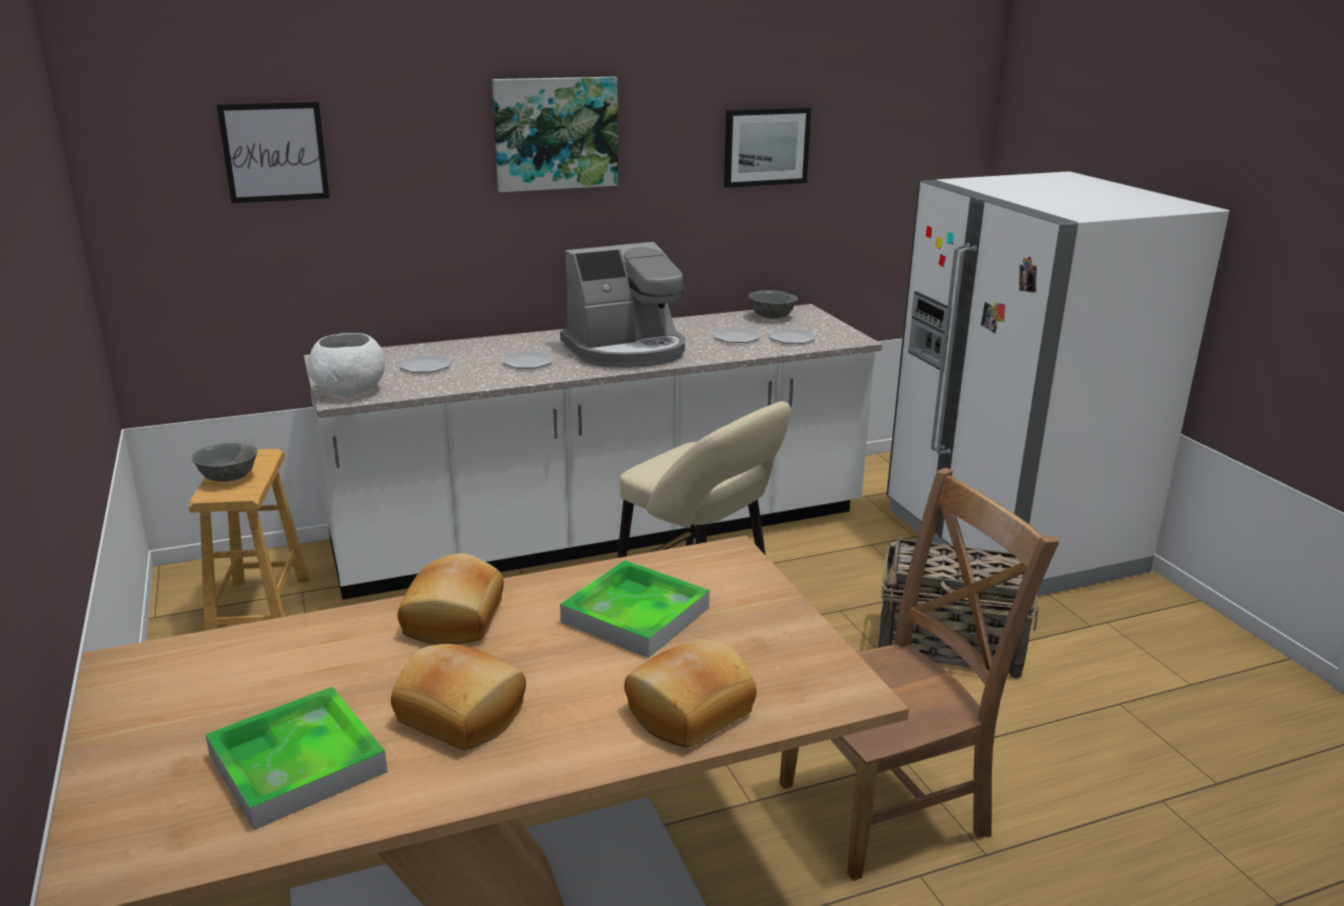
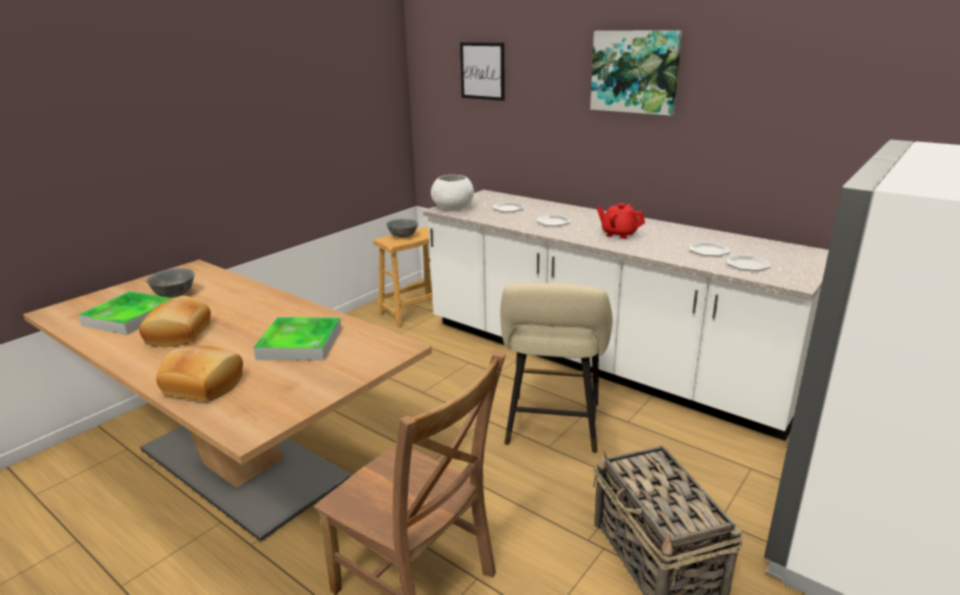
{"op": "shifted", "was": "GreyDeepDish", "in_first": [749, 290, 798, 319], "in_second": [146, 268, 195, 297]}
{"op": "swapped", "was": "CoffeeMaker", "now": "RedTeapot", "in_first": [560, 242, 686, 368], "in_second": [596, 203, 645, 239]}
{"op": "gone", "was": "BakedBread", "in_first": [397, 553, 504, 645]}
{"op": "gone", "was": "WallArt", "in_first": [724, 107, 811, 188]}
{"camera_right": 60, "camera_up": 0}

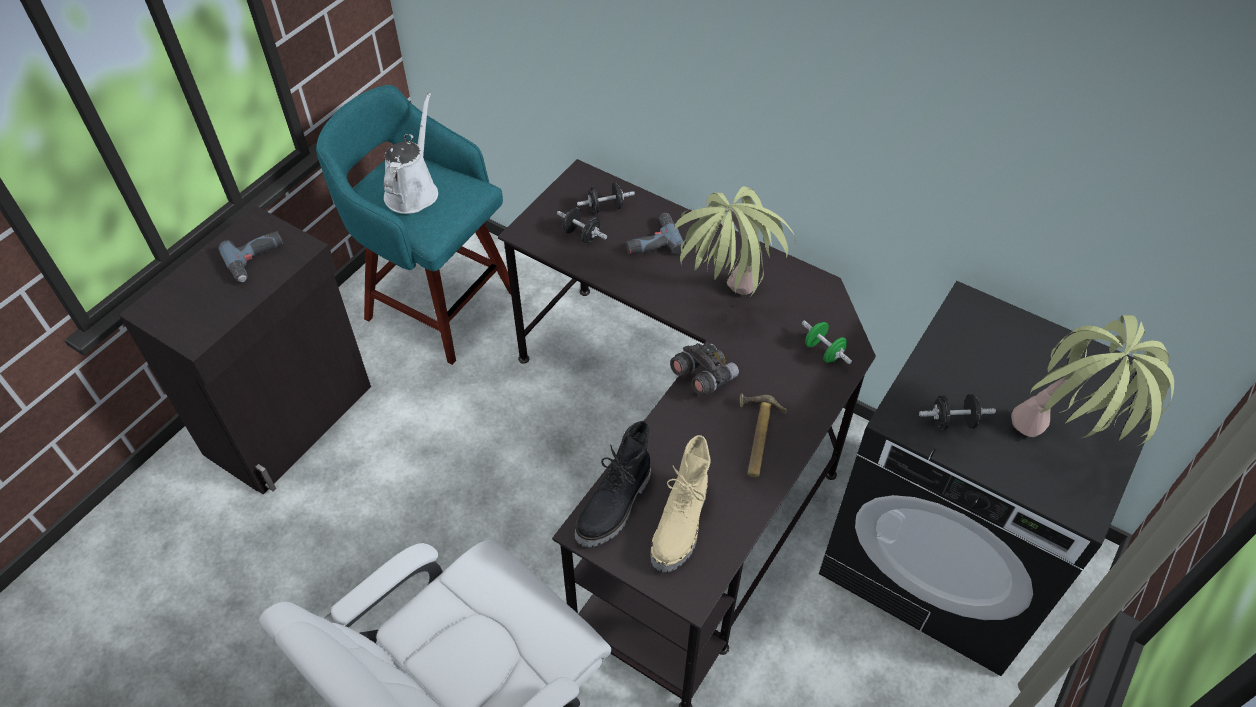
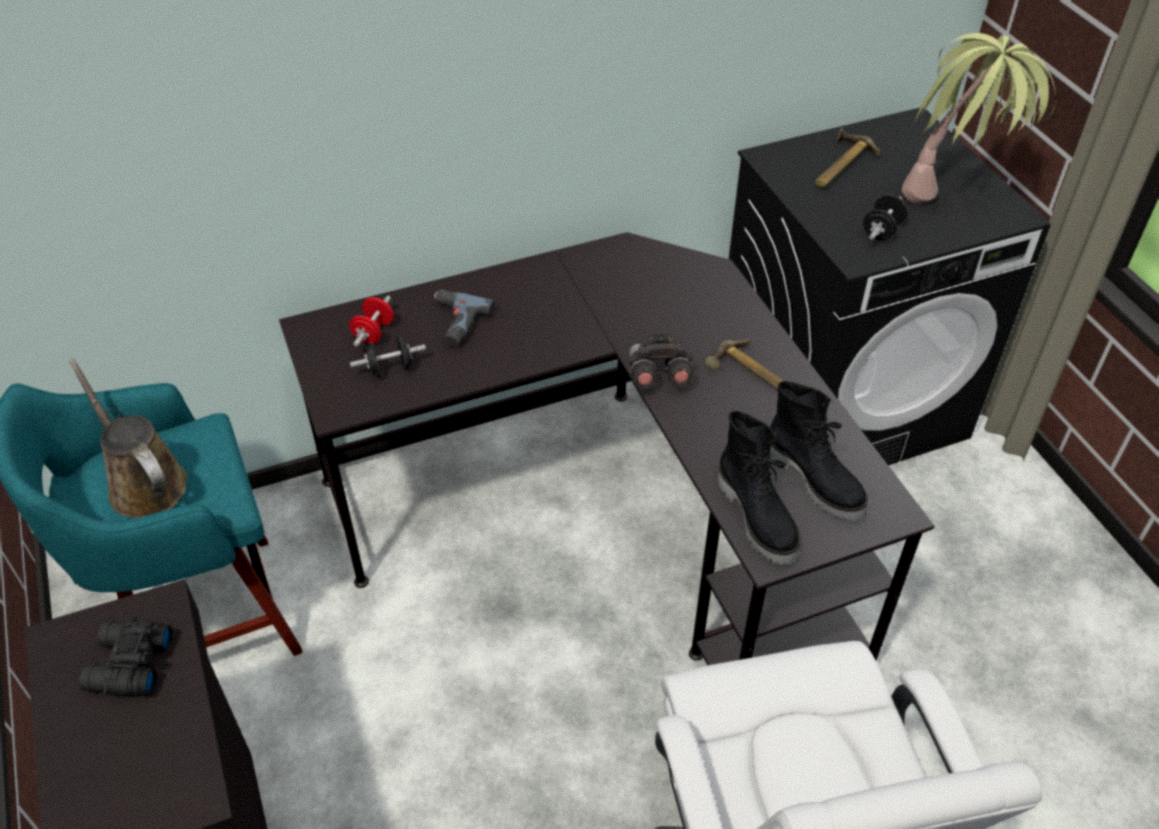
{"op": "repainted", "was": "WhitishWateringPot", "now": "BrownWateringPot", "in_first": [384, 93, 438, 214], "in_second": [69, 358, 187, 519]}
{"op": "swapped", "was": "ElectricDrill", "now": "BlackColouredBinoculars", "in_first": [218, 231, 283, 282], "in_second": [79, 617, 173, 696]}
{"op": "repainted", "was": "BlackColouredDumbbell", "now": "RedDumbbell", "in_first": [577, 183, 635, 214], "in_second": [349, 296, 394, 347]}
{"op": "repainted", "was": "BeigeColouredTallBoot", "now": "BlackColouredTallBoot", "in_first": [650, 435, 710, 572], "in_second": [770, 381, 868, 521]}
{"op": "new", "now": "HandHammer", "in_second": [815, 128, 880, 187]}
{"op": "gone", "was": "PottedPlant", "in_first": [674, 186, 795, 296]}
{"op": "gone", "was": "GreenDumbbell", "in_first": [802, 321, 852, 364]}
{"camera_right": -55, "camera_up": -5}

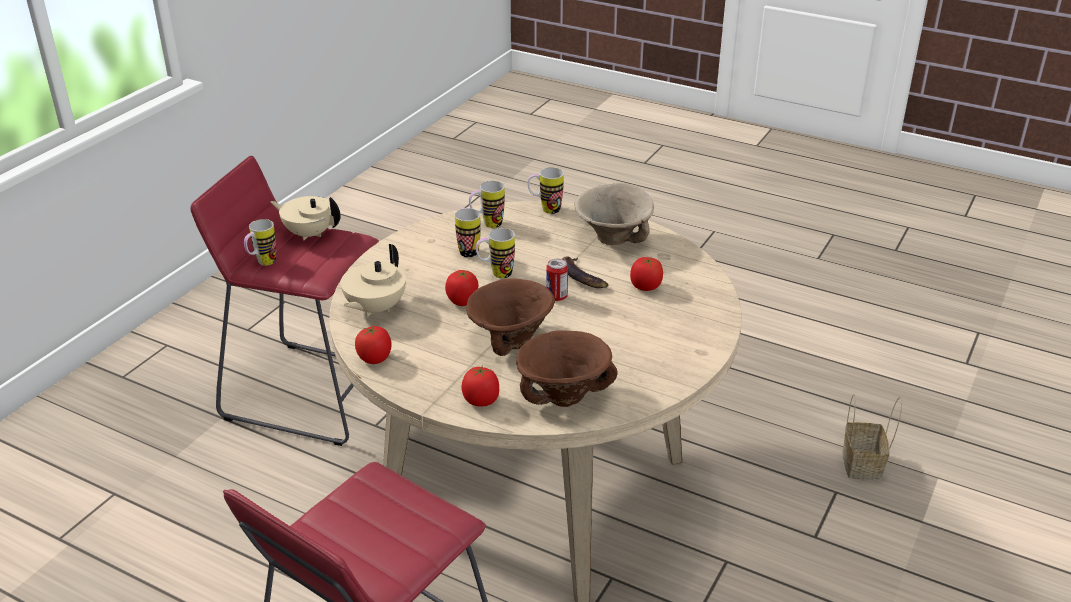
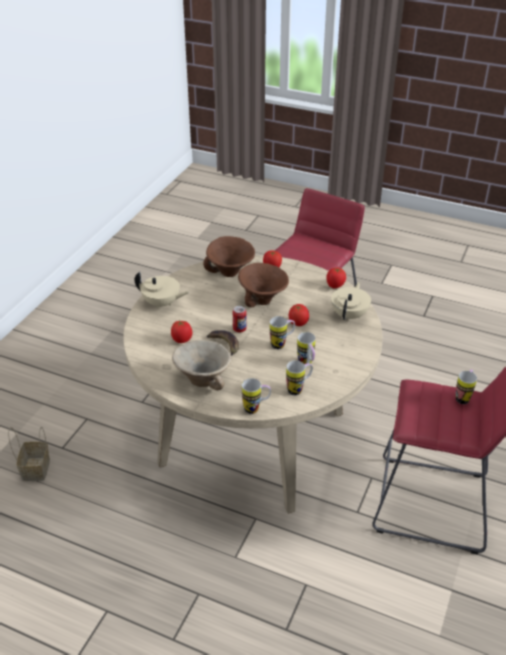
{"op": "shifted", "was": "BeigeColouredTeapot", "in_first": [270, 196, 341, 240], "in_second": [135, 272, 189, 309]}
{"camera_right": 175, "camera_up": 5}

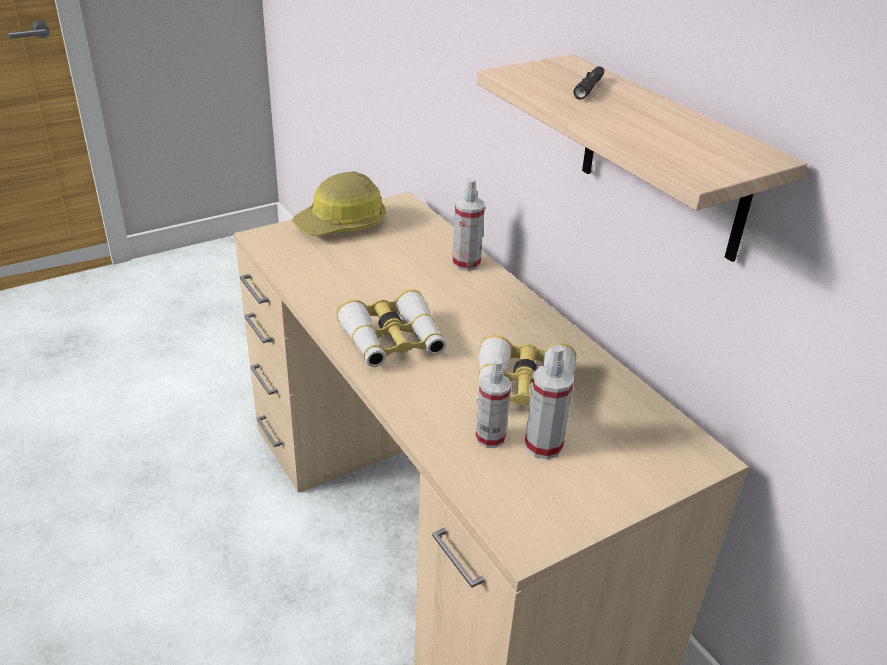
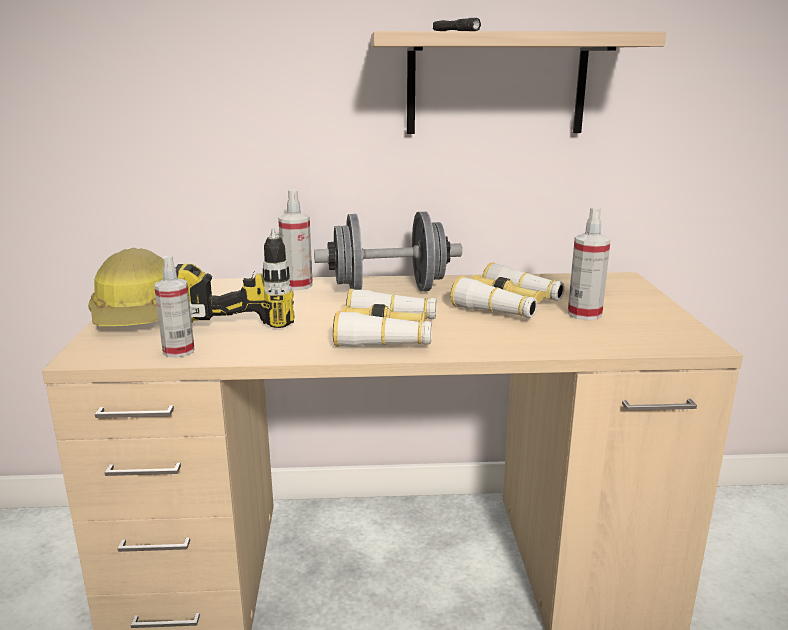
{"op": "shifted", "was": "SprayBottle", "in_first": [475, 358, 511, 448], "in_second": [154, 255, 195, 358]}
{"op": "new", "now": "ElectricDrill", "in_second": [175, 228, 294, 328]}
{"op": "new", "now": "GreyDumbbell", "in_second": [314, 212, 462, 291]}
{"camera_right": -60, "camera_up": -15}

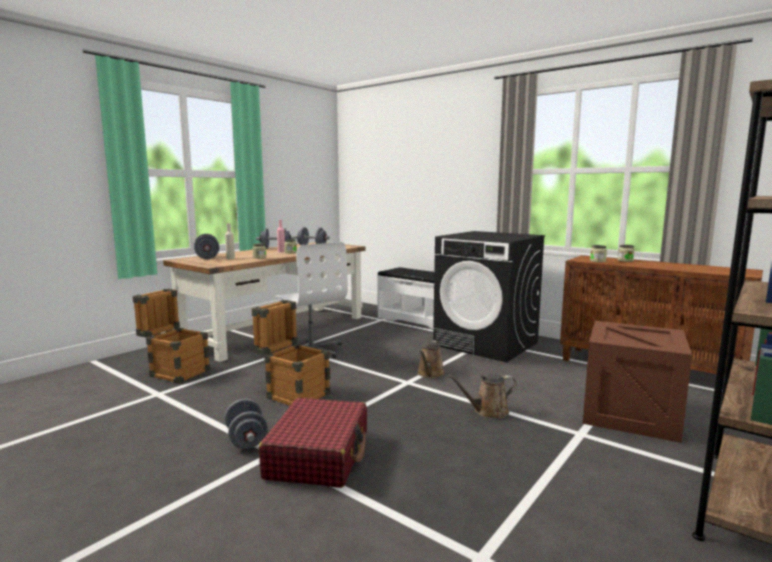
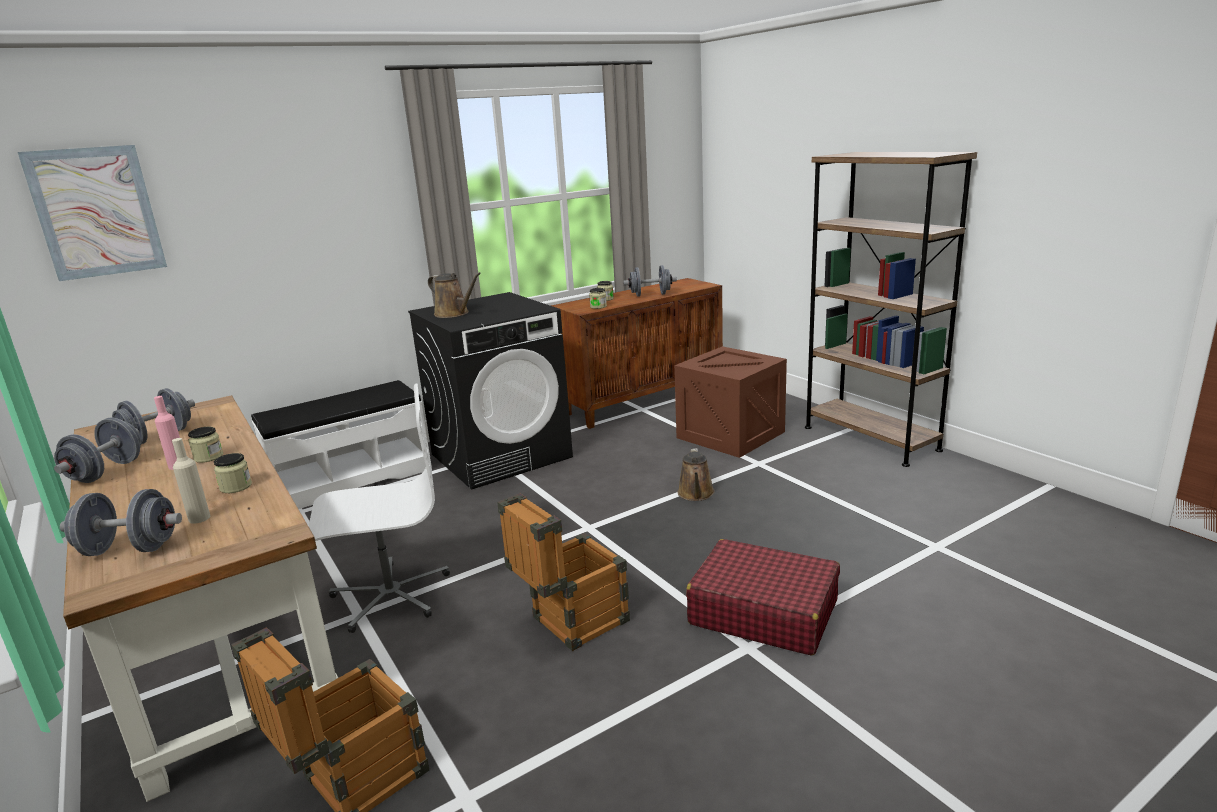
{"op": "new", "now": "WallArt", "in_second": [18, 145, 167, 281]}
{"op": "shifted", "was": "BrownWateringPot", "in_first": [417, 340, 445, 378], "in_second": [428, 272, 481, 318]}
{"op": "shifted", "was": "GreyDumbbell", "in_first": [225, 399, 268, 449], "in_second": [623, 265, 677, 297]}
{"camera_right": -70, "camera_up": 10}

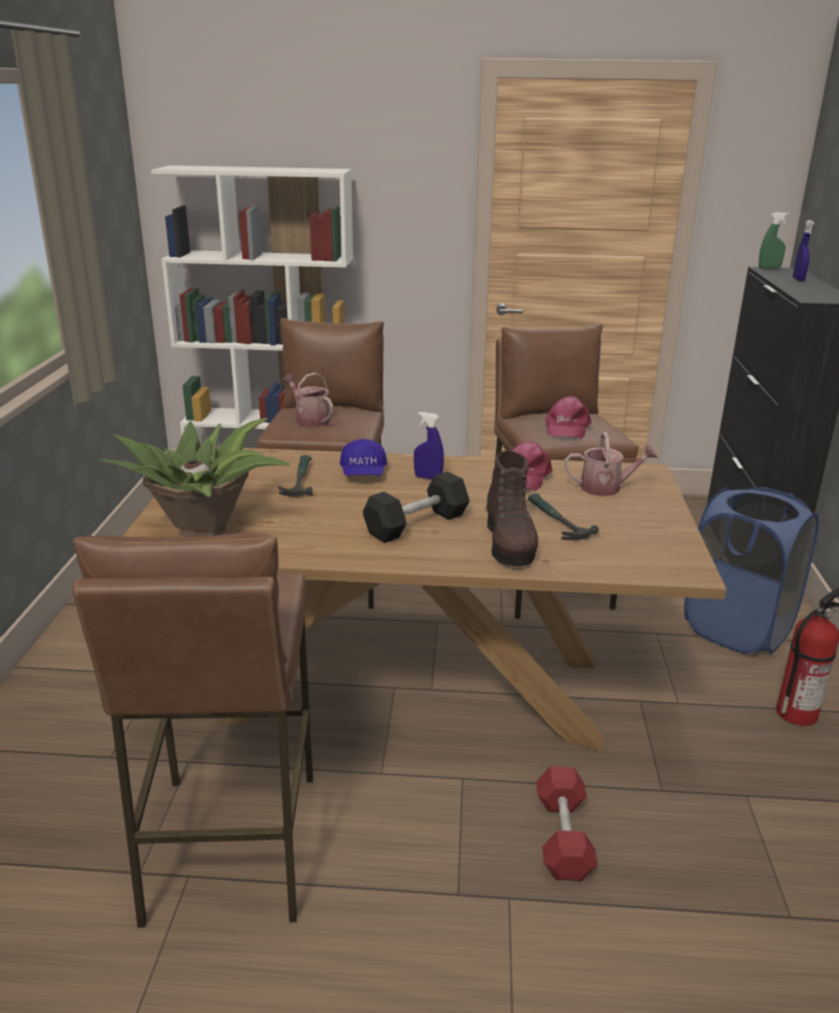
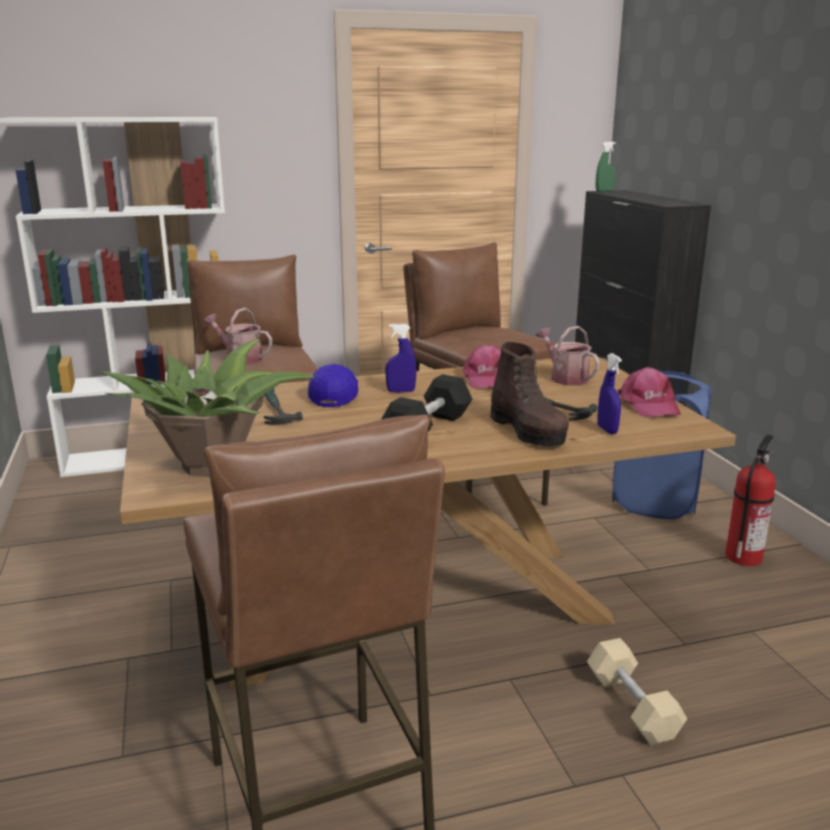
{"op": "rotated", "was": "BlueBaseballCap", "in_first": [340, 439, 387, 476], "in_second": [308, 364, 359, 407], "clockwise": -150}
{"op": "rotated", "was": "WateringPot", "in_first": [564, 432, 658, 496], "in_second": [536, 326, 600, 386], "clockwise": -105}
{"op": "repainted", "was": "RedDumbbell", "now": "BeigeColouredDumbbell", "in_first": [536, 766, 598, 881], "in_second": [587, 638, 687, 746]}
{"op": "shifted", "was": "BlueSprayBottle", "in_first": [793, 220, 814, 281], "in_second": [597, 353, 622, 434]}
{"op": "shifted", "was": "PinkishBaseballCap", "in_first": [545, 396, 592, 439], "in_second": [618, 367, 681, 417]}
{"camera_right": -20, "camera_up": -5}

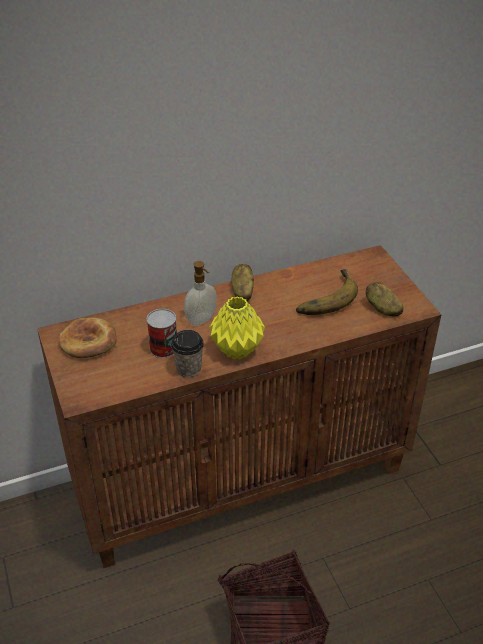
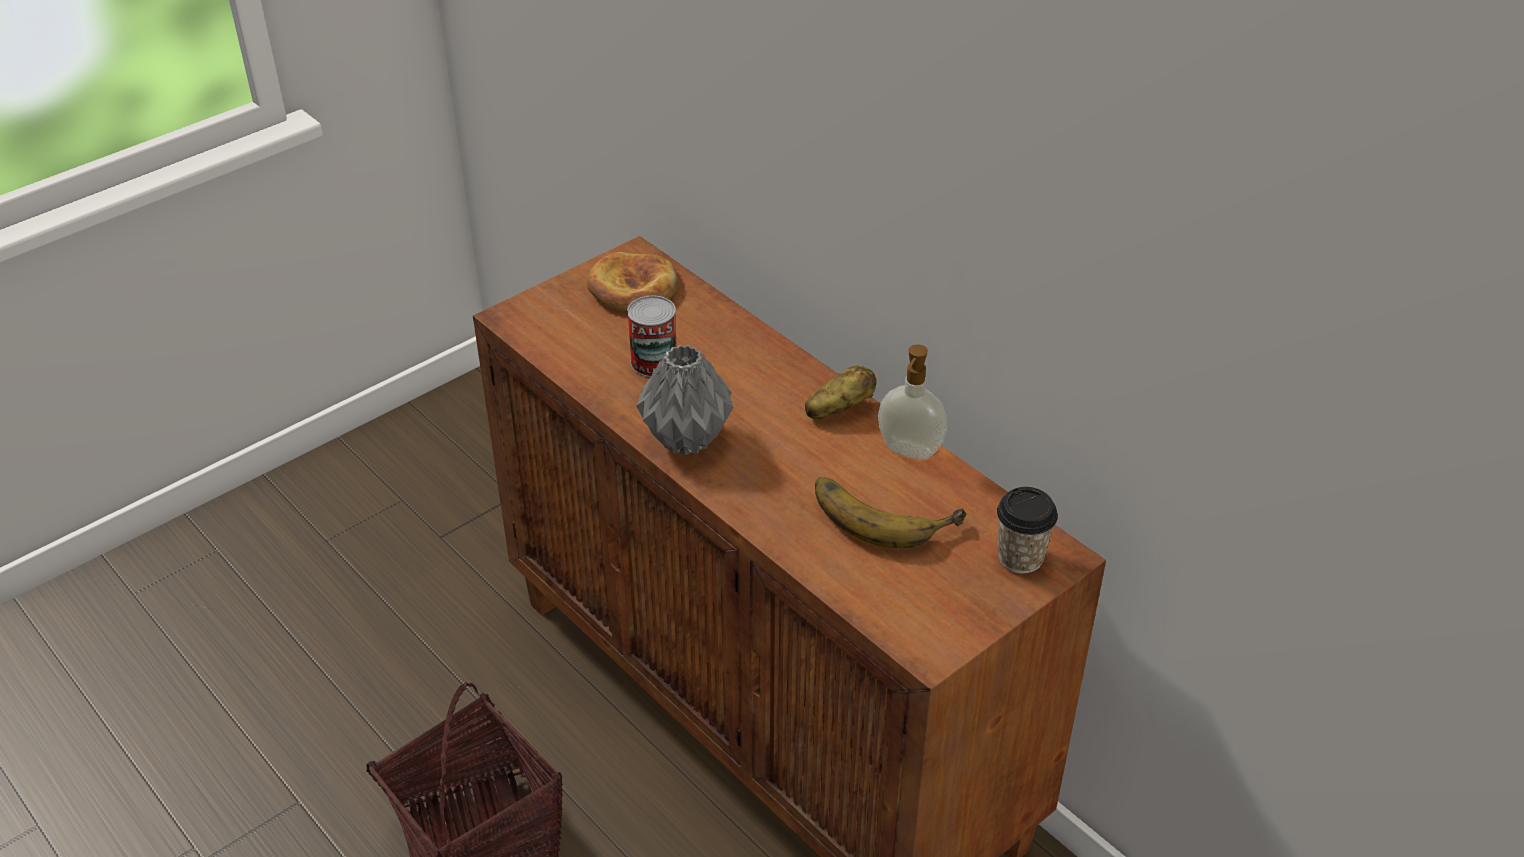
{"op": "repainted", "was": "YellowFlowerVase", "now": "GreyFlowerVase", "in_first": [209, 296, 265, 360], "in_second": [636, 345, 733, 456]}
{"op": "shifted", "was": "LiquidSoapBottle", "in_first": [184, 261, 217, 326], "in_second": [878, 344, 947, 459]}
{"op": "shifted", "was": "Cup", "in_first": [171, 330, 204, 377], "in_second": [997, 487, 1058, 574]}
{"op": "gone", "was": "Spud", "in_first": [366, 282, 403, 316]}
{"camera_right": 70, "camera_up": 0}

